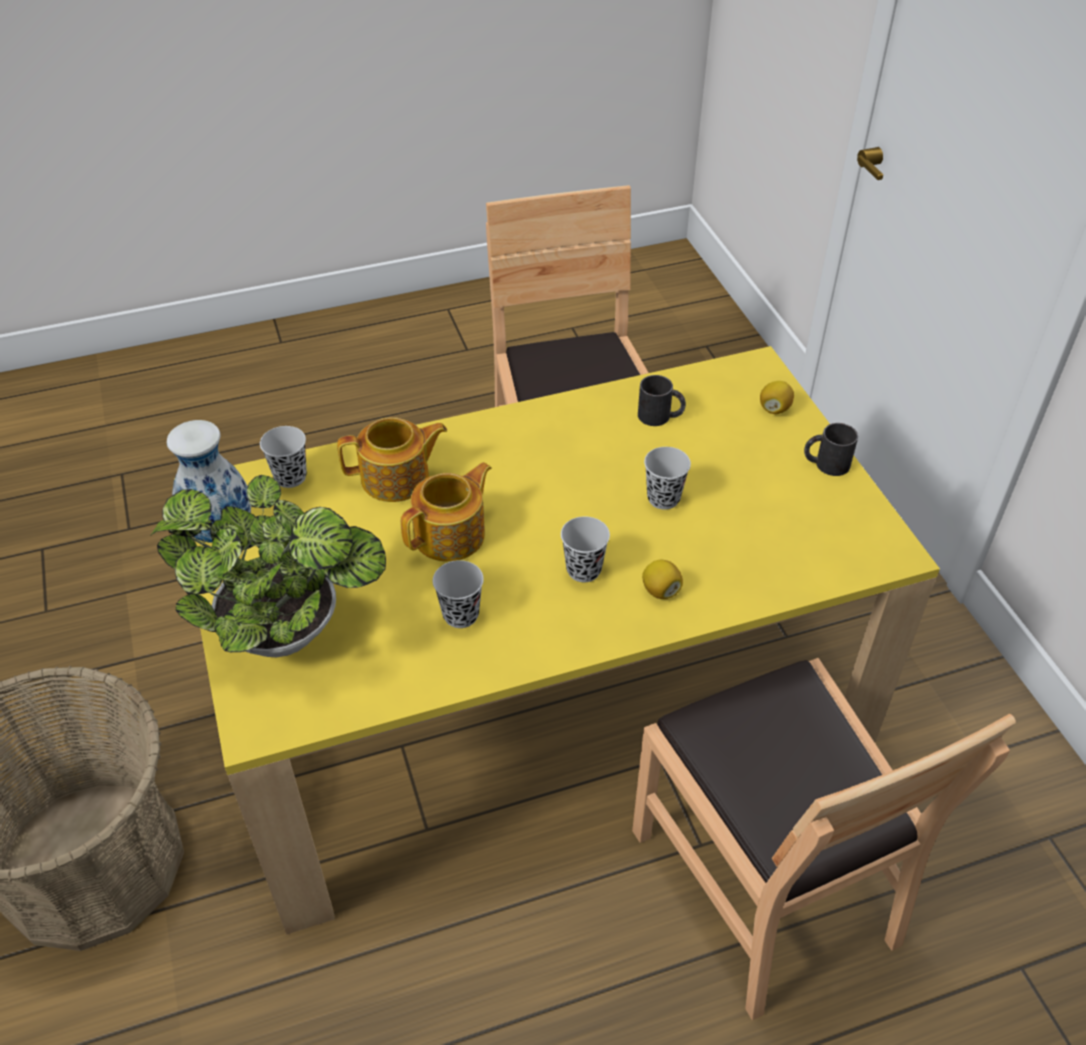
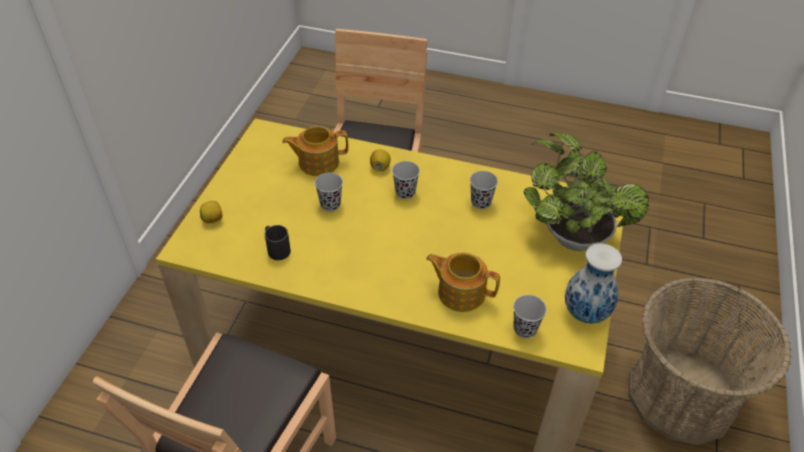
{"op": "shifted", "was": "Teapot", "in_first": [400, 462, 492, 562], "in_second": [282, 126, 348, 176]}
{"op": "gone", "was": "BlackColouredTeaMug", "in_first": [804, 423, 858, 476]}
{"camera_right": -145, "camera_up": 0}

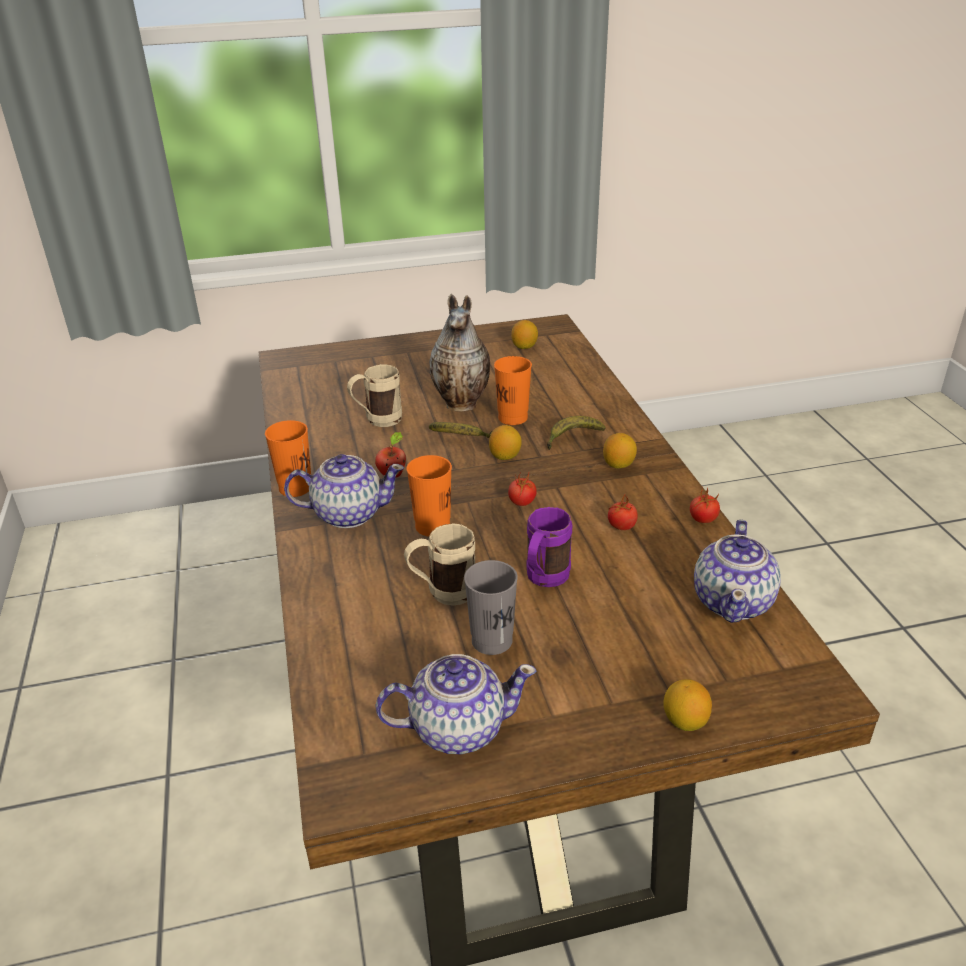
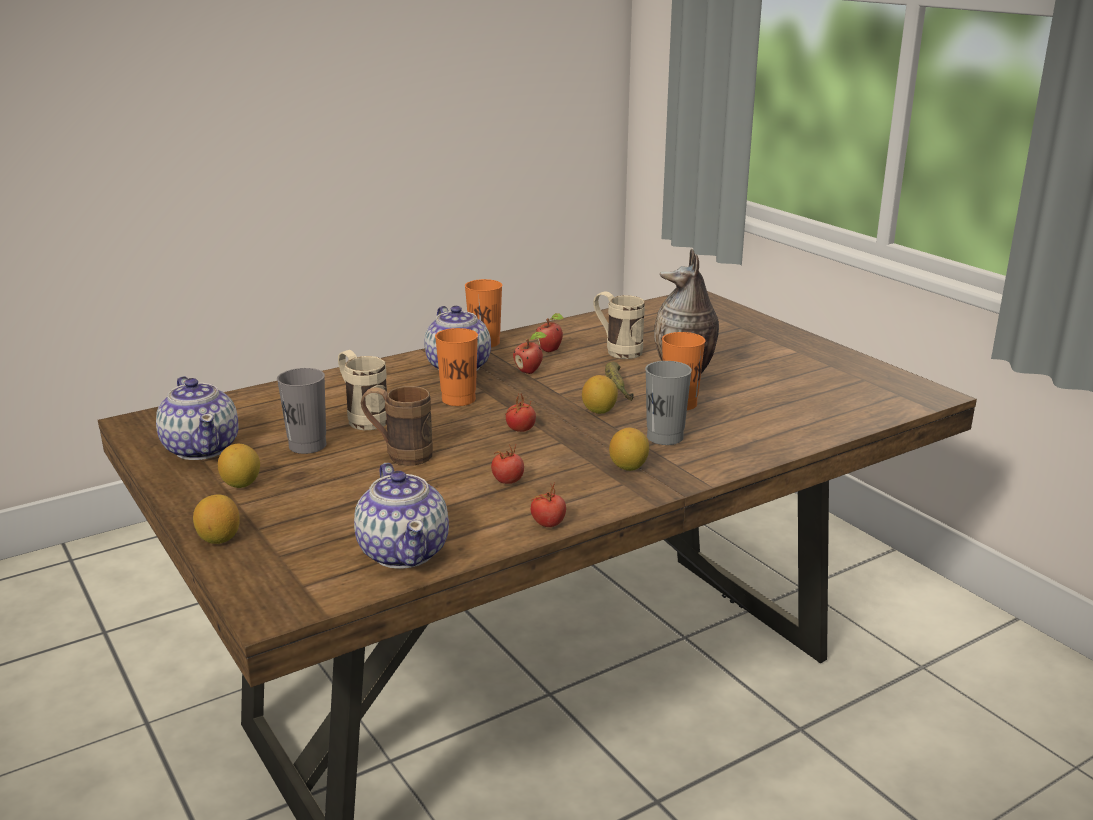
{"op": "shifted", "was": "WholeLemon", "in_first": [511, 320, 538, 349], "in_second": [218, 444, 260, 488]}
{"op": "rotated", "was": "Teapot", "in_first": [694, 519, 781, 623], "in_second": [354, 463, 449, 569], "clockwise": -105}
{"op": "repainted", "was": "PurplishTeaMug", "now": "BrownTeaMug", "in_first": [527, 507, 572, 587], "in_second": [361, 386, 433, 466]}
{"op": "new", "now": "AppleFruit", "in_second": [536, 313, 564, 352]}
{"op": "swapped", "was": "BananaFruit", "now": "GreyCup", "in_first": [547, 416, 605, 450], "in_second": [645, 361, 692, 445]}
{"camera_right": 70, "camera_up": -10}

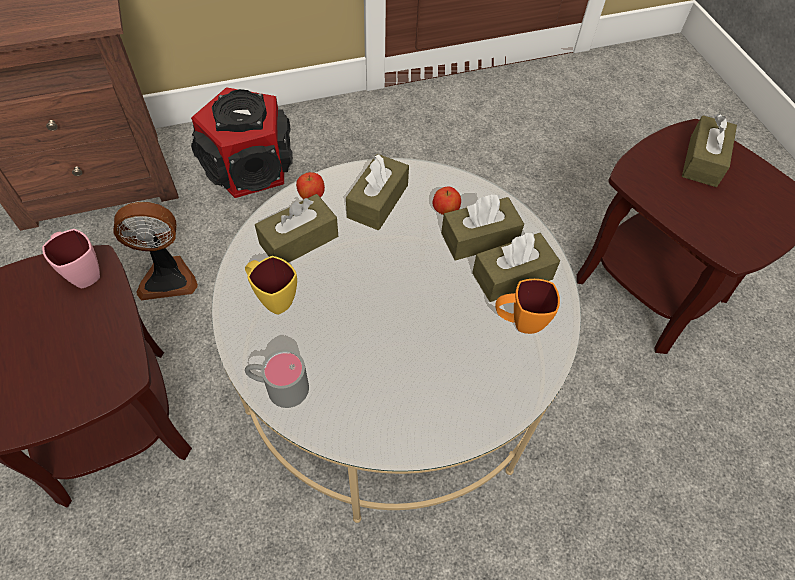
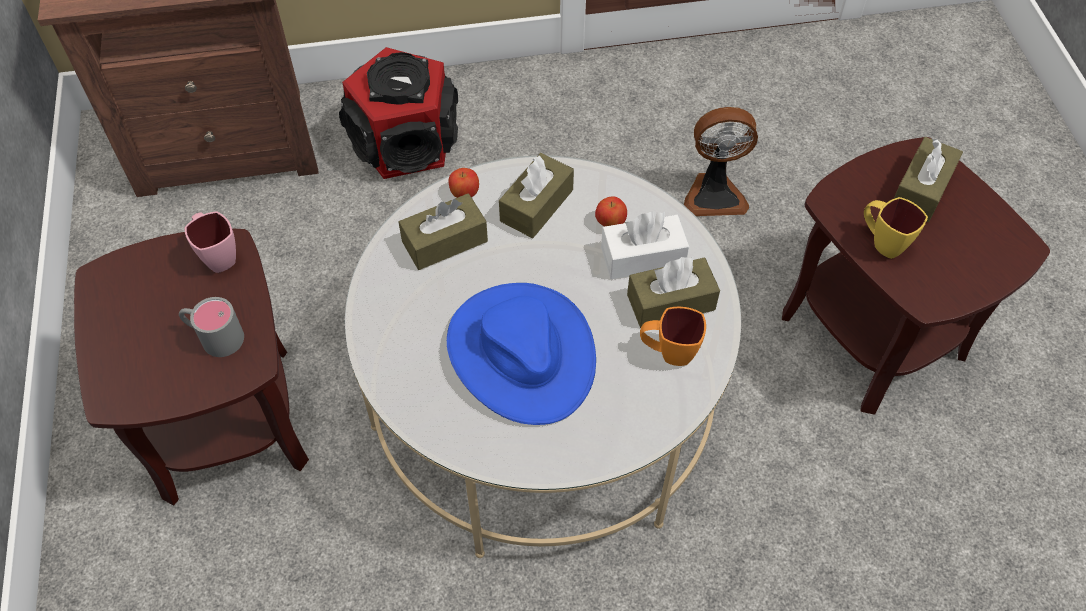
{"op": "shifted", "was": "GreyTeaMug", "in_first": [245, 349, 309, 408], "in_second": [179, 297, 244, 357]}
{"op": "new", "now": "BlueHat", "in_second": [447, 283, 596, 425]}
{"op": "repainted", "was": "BrownTissueBox", "now": "WhitishTissueBox", "in_first": [441, 194, 524, 260], "in_second": [601, 211, 689, 279]}
{"op": "shifted", "was": "CoolingFan", "in_first": [114, 202, 198, 300], "in_second": [684, 107, 758, 216]}
{"op": "shifted", "was": "YellowTeaMug", "in_first": [245, 256, 297, 315], "in_second": [864, 197, 928, 259]}
{"camera_right": 10, "camera_up": 0}

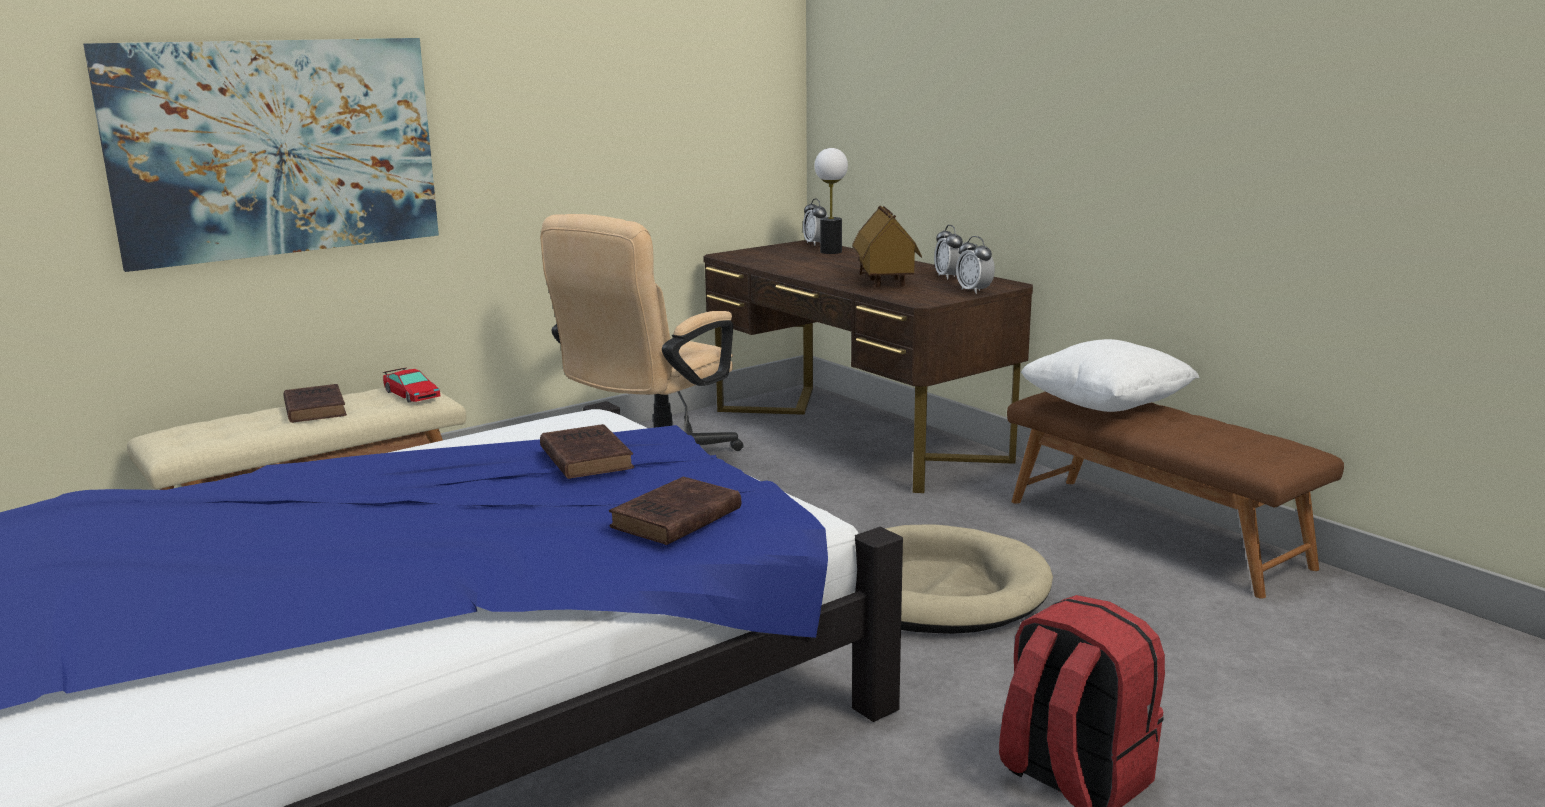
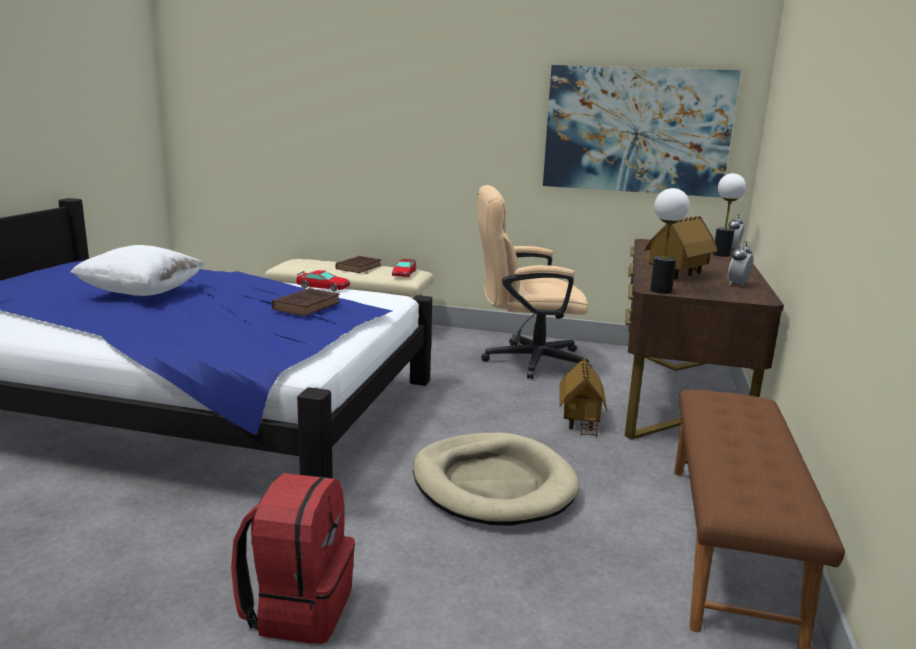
{"op": "shifted", "was": "WhitishThrowPillow", "in_first": [1021, 339, 1200, 412], "in_second": [70, 245, 205, 296]}
{"op": "new", "now": "ModelCar", "in_second": [296, 270, 350, 291]}
{"op": "shifted", "was": "WallArt", "in_first": [83, 38, 439, 272], "in_second": [543, 65, 741, 197]}
{"op": "new", "now": "ModelHouse", "in_second": [559, 358, 607, 438]}
{"op": "new", "now": "LampForATable", "in_second": [650, 188, 689, 294]}
{"op": "gone", "was": "BrownBoundBook", "in_first": [609, 477, 741, 545]}
{"op": "gone", "was": "AlarmClock", "in_first": [956, 236, 995, 294]}
{"camera_right": 50, "camera_up": 0}

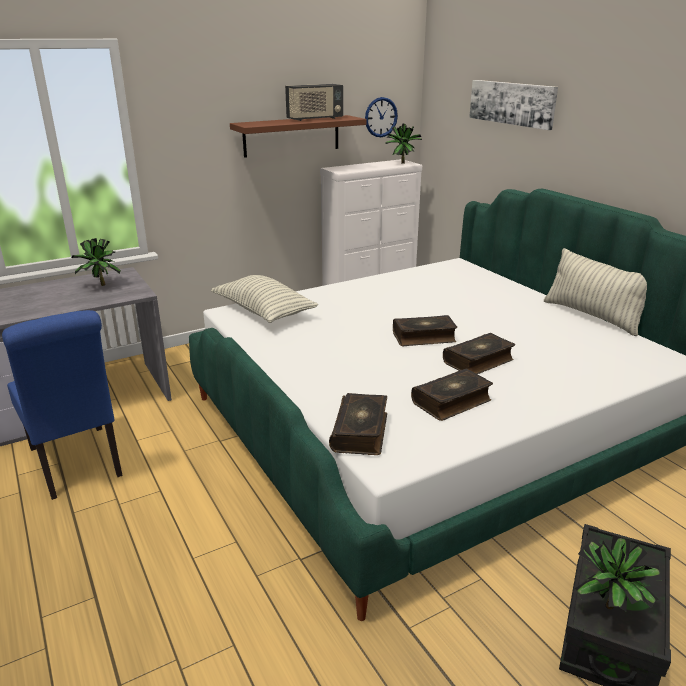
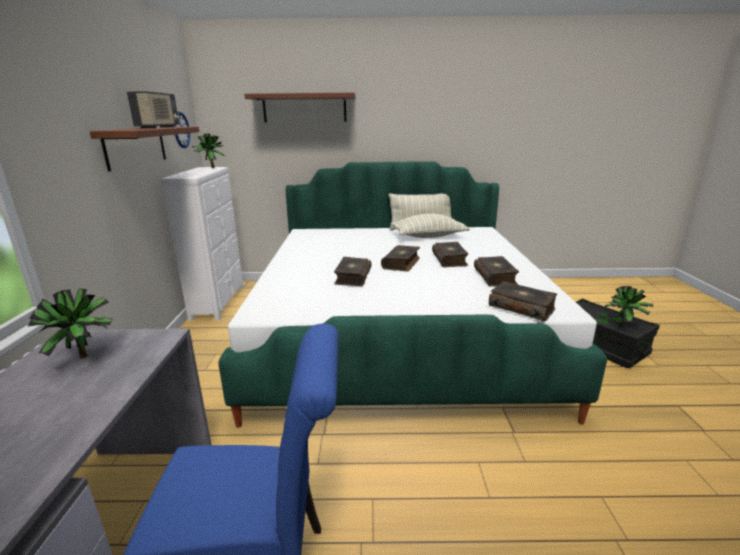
{"op": "swapped", "was": "WallArt", "now": "BrownBracketShelf", "in_first": [469, 80, 558, 130], "in_second": [244, 92, 356, 123]}
{"op": "new", "now": "BoundBook", "in_second": [334, 257, 371, 286]}
{"op": "shifted", "was": "ThrowPillow", "in_first": [211, 275, 318, 323], "in_second": [391, 214, 470, 238]}
{"camera_right": -60, "camera_up": -5}

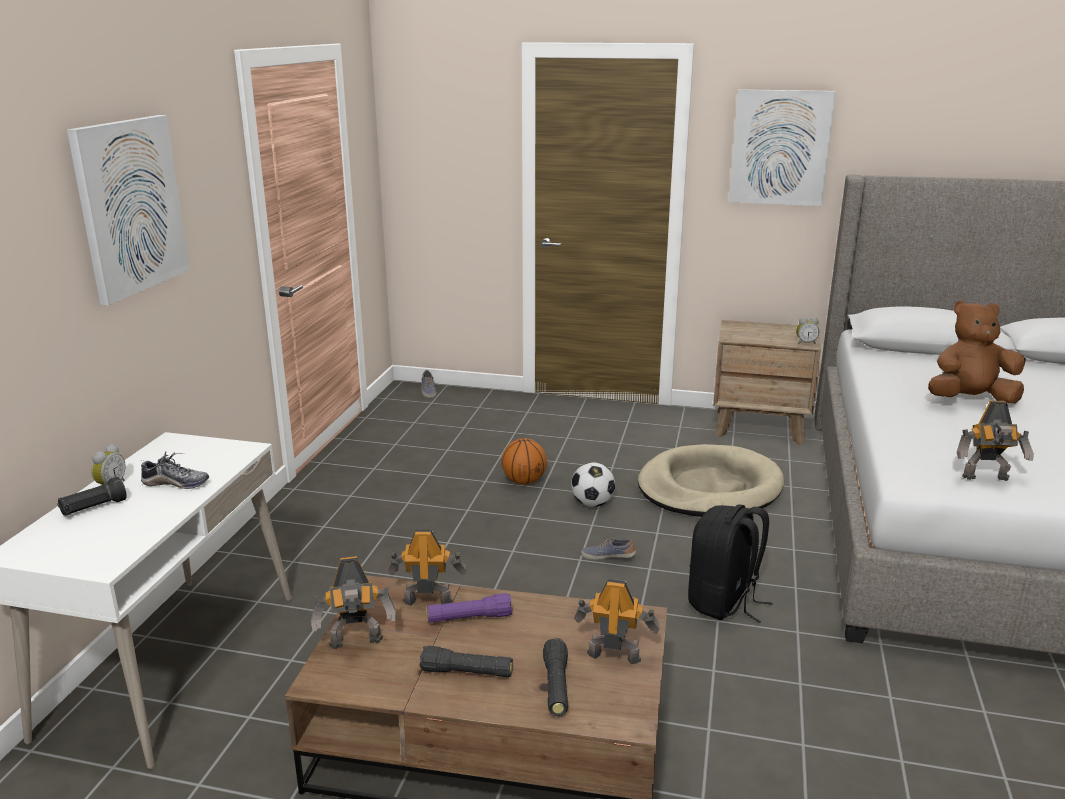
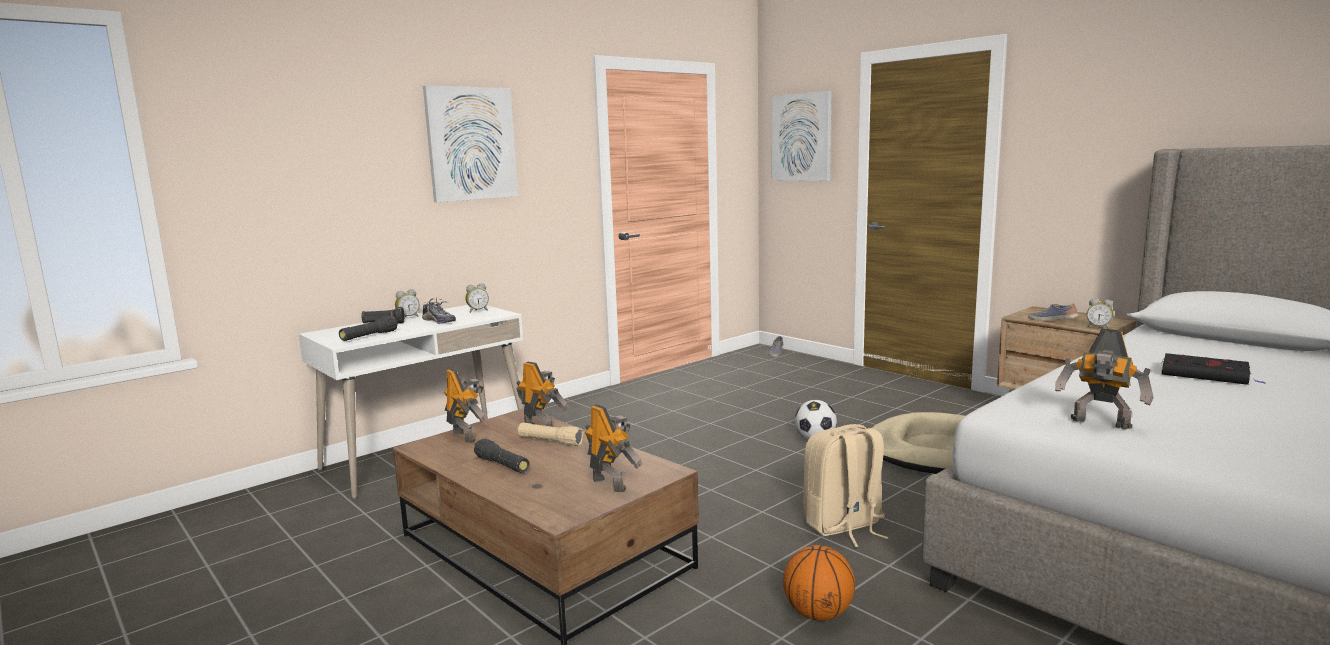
{"op": "shifted", "was": "BlackColouredTorch", "in_first": [543, 638, 568, 716], "in_second": [339, 316, 398, 341]}
{"op": "rotated", "was": "ModelRobot", "in_first": [310, 556, 396, 649], "in_second": [444, 368, 487, 443], "clockwise": -150}
{"op": "new", "now": "AlarmClock", "in_second": [465, 283, 489, 313]}
{"op": "repainted", "was": "PurplishTorch", "now": "BeigeColouredTorch", "in_first": [427, 593, 512, 623], "in_second": [518, 423, 584, 446]}
{"op": "shifted", "was": "WallArt", "in_first": [729, 89, 836, 206], "in_second": [772, 91, 832, 181]}
{"op": "shifted", "was": "Basketball", "in_first": [502, 438, 547, 484], "in_second": [783, 545, 855, 621]}
{"op": "repainted", "was": "BlackColouredKnapsack", "now": "BeigeColouredKnapsack", "in_first": [688, 504, 772, 623], "in_second": [803, 424, 889, 547]}
{"op": "shifted", "was": "ItemOfFootwear", "in_first": [581, 538, 636, 560], "in_second": [1028, 304, 1078, 321]}
{"op": "swapped", "was": "BrownCuddlyToy", "now": "BlackColouredBoundBook", "in_first": [928, 300, 1026, 404], "in_second": [1161, 353, 1267, 385]}
{"camera_right": 35, "camera_up": -10}

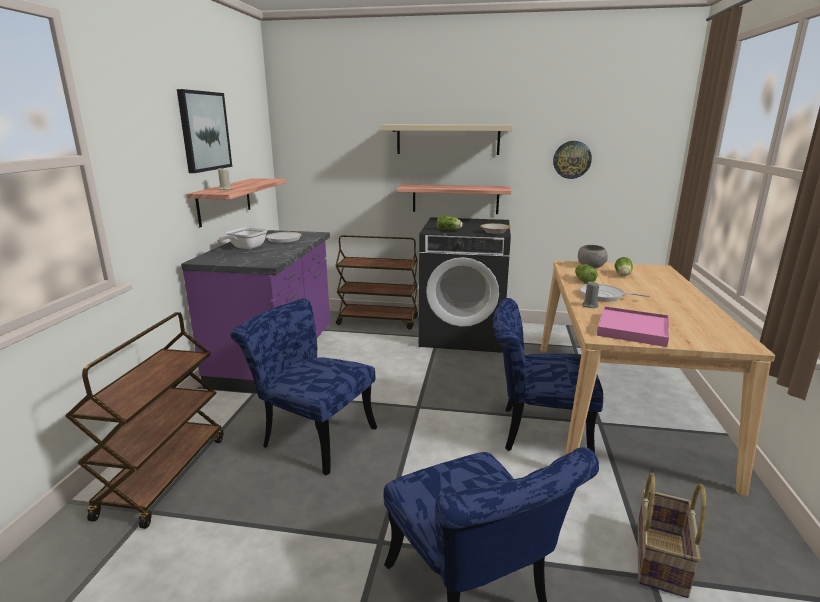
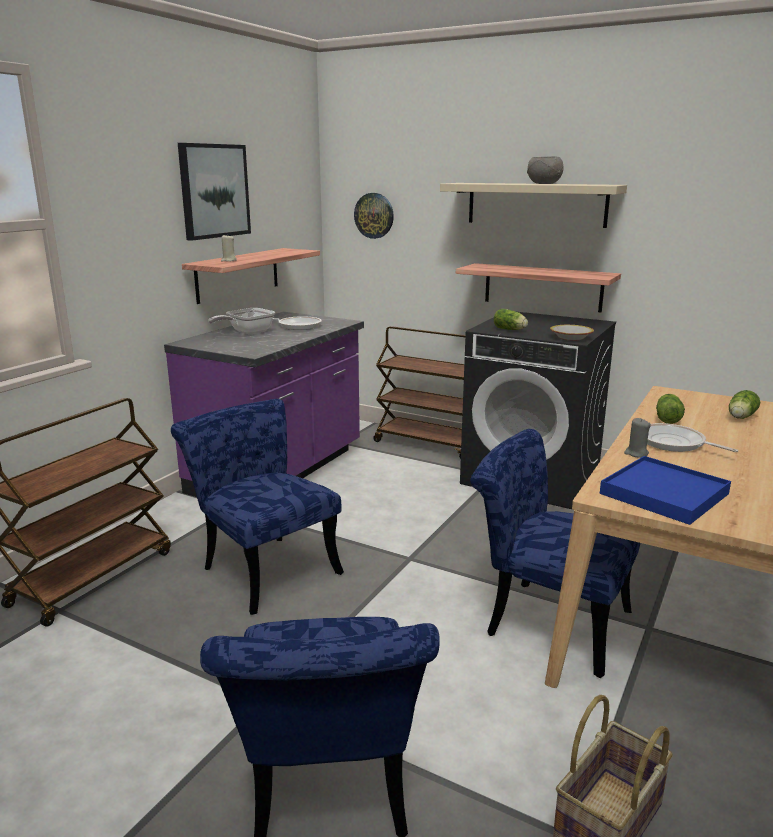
{"op": "shifted", "was": "ClockOnTheWall", "in_first": [553, 141, 592, 179], "in_second": [354, 193, 394, 239]}
{"op": "shifted", "was": "GreyDeepDish", "in_first": [578, 245, 608, 268], "in_second": [527, 157, 563, 184]}
{"op": "repainted", "was": "PinkishCarryingTray", "now": "BlueCarryingTray", "in_first": [597, 306, 669, 347], "in_second": [600, 456, 731, 525]}
{"camera_right": 20, "camera_up": 0}

